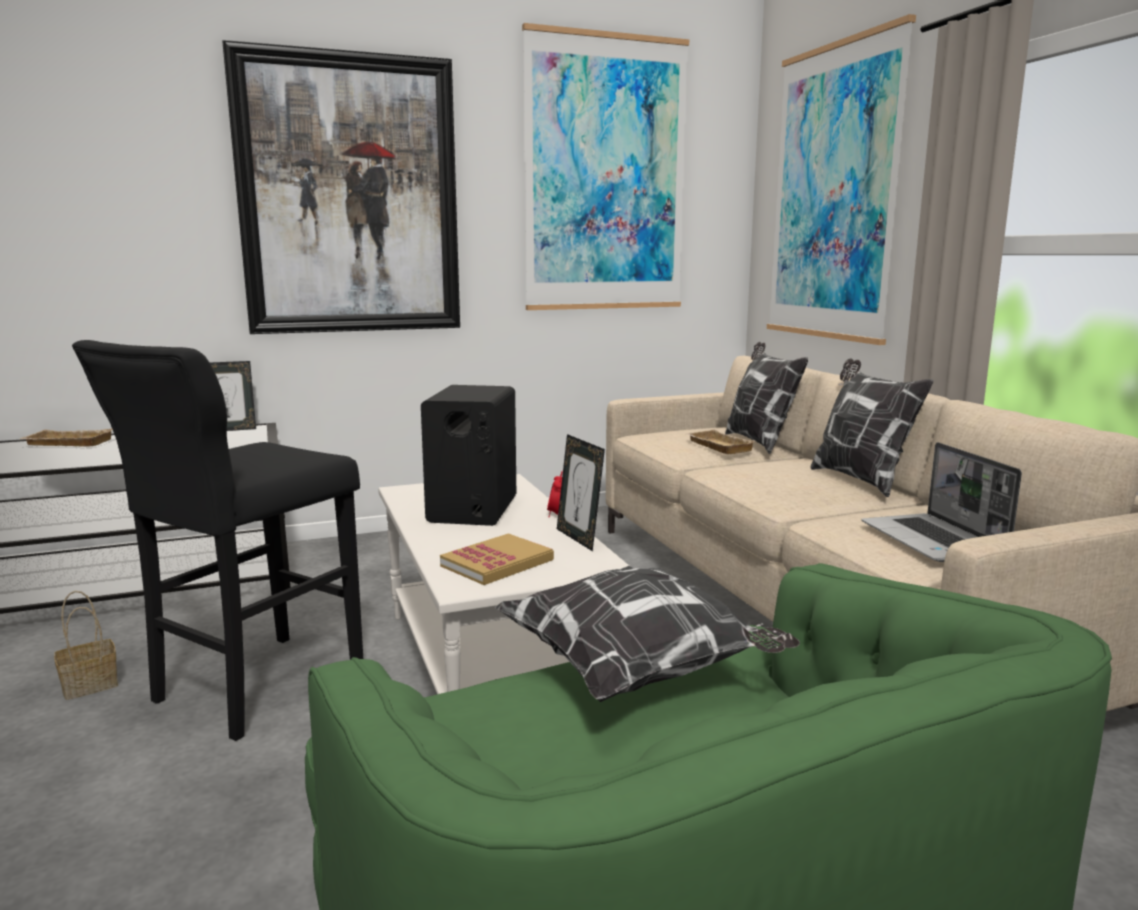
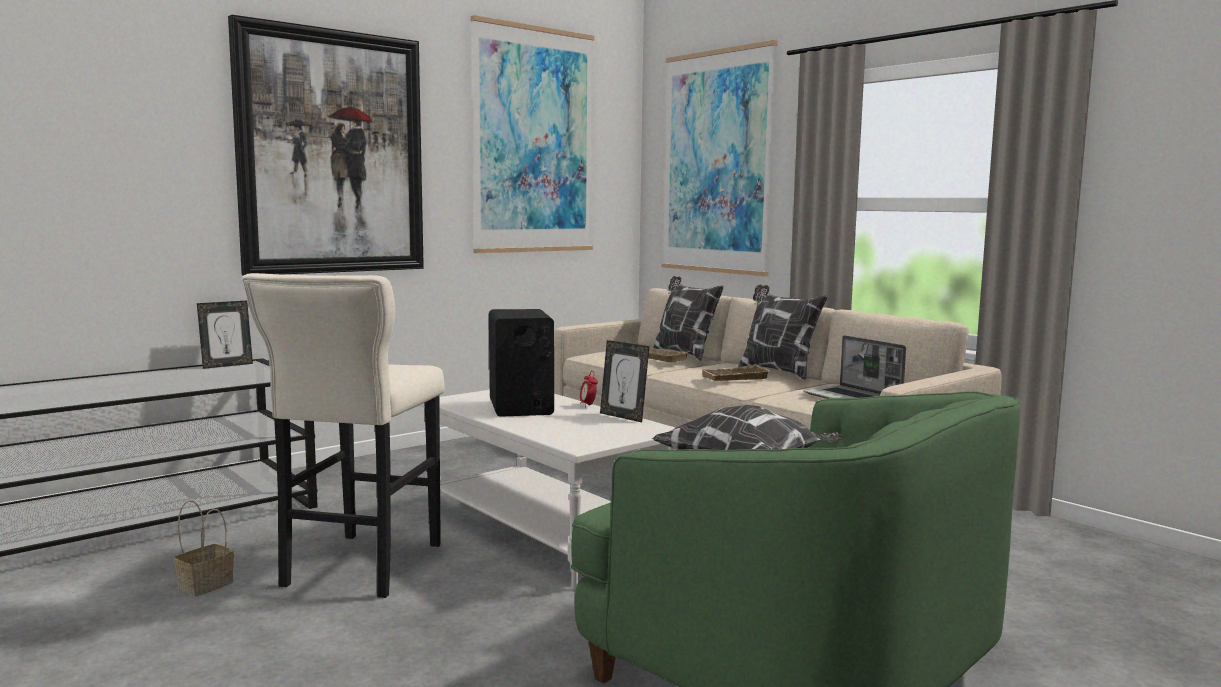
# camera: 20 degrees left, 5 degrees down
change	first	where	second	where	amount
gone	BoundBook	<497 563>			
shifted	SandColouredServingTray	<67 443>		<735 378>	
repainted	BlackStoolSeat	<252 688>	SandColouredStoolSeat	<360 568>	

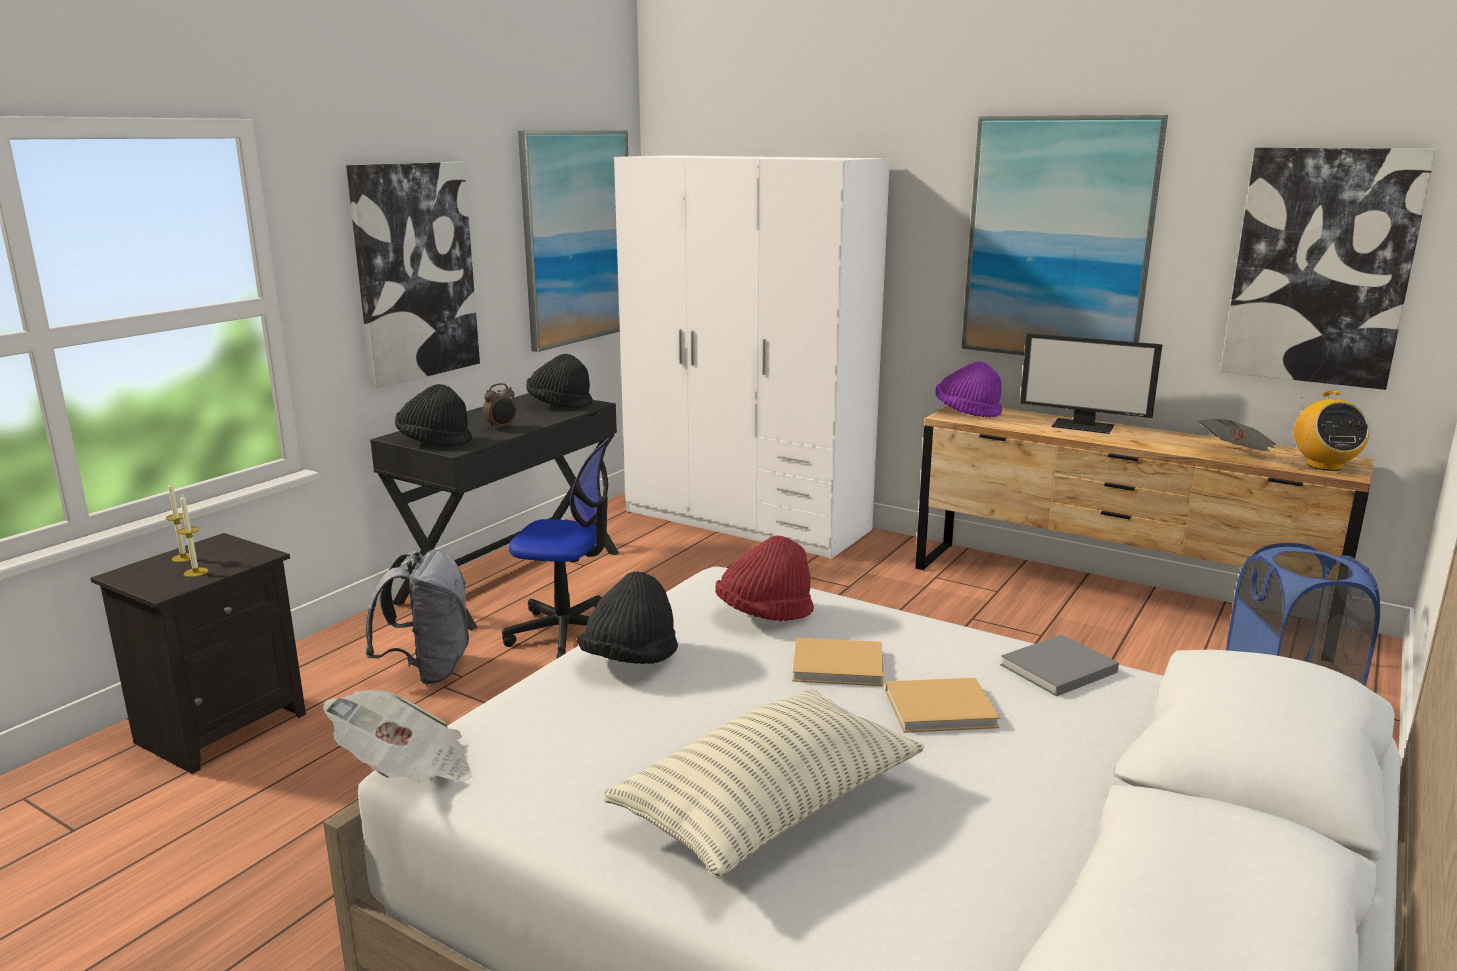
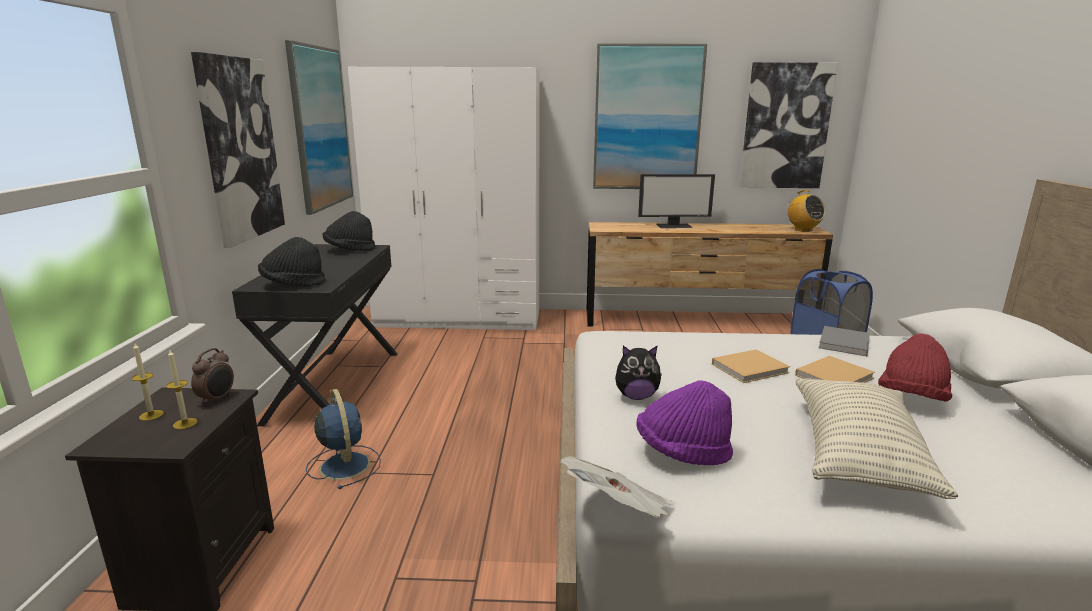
# camera: 30 degrees left, 0 degrees up
change	first	where	second	where	amount
gone	DeskChair	<567 633>			
gone	PrintedPaper	<1236 455>			
shifted	TableClock	<501 427>		<217 399>	
shifted	ReddishHat	<764 614>		<911 398>	
shifted	PurpleColouredHat	<966 412>		<682 452>	
swapped	GreyishKnapsack	<428 670>	BluishElectricFan	<344 464>	
swapped	BlackHat	<630 660>	CuddlyToy	<636 396>	

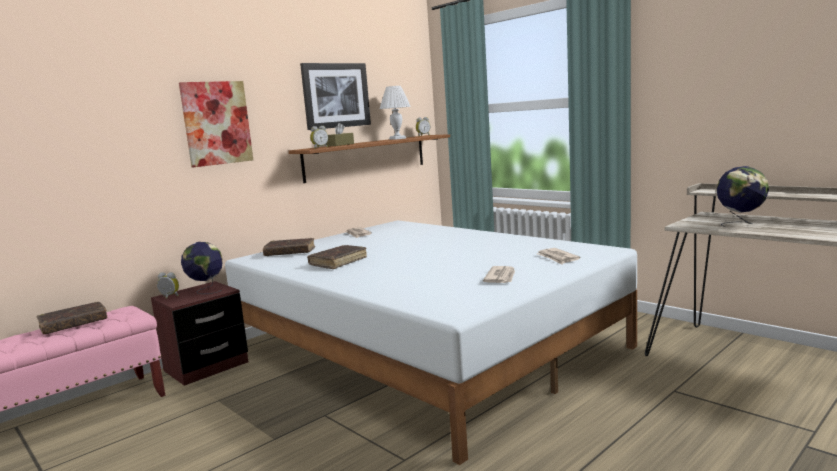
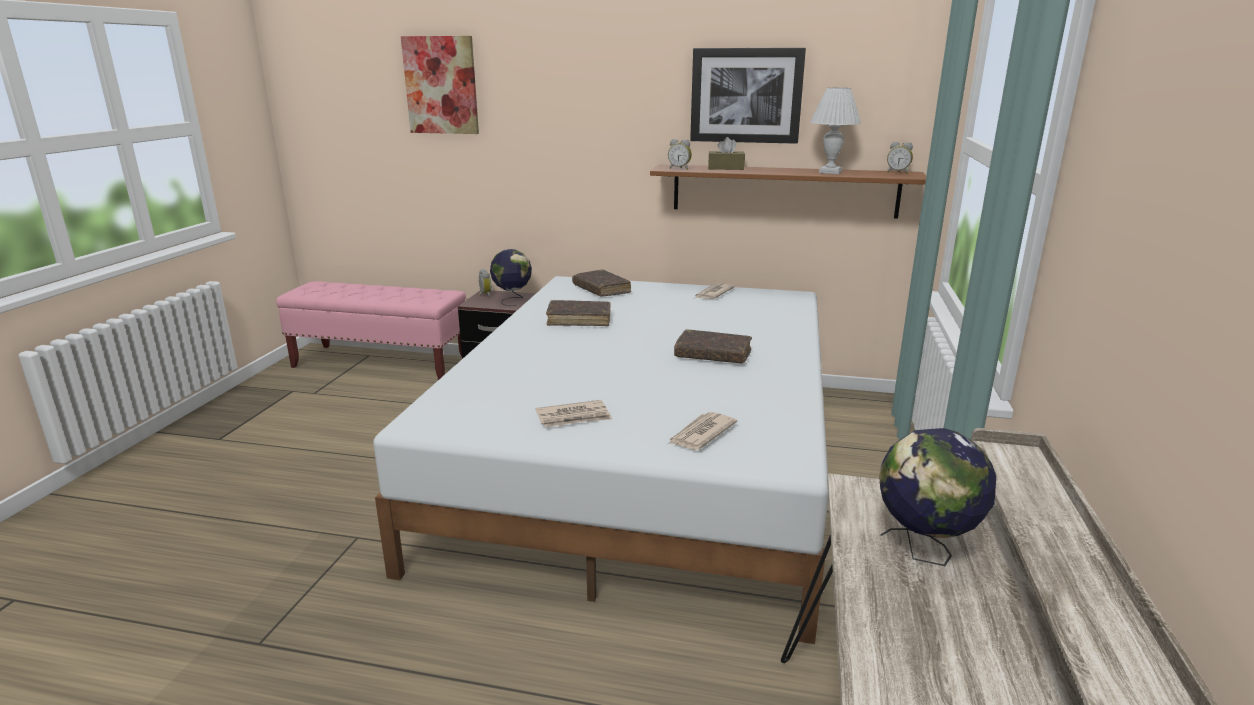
# camera: 55 degrees right, 10 degrees up
change	first	where	second	where	amount
shifted	BrownBoundBook	<74 324>		<713 355>	
shifted	WallArt	<216 123>		<441 85>	

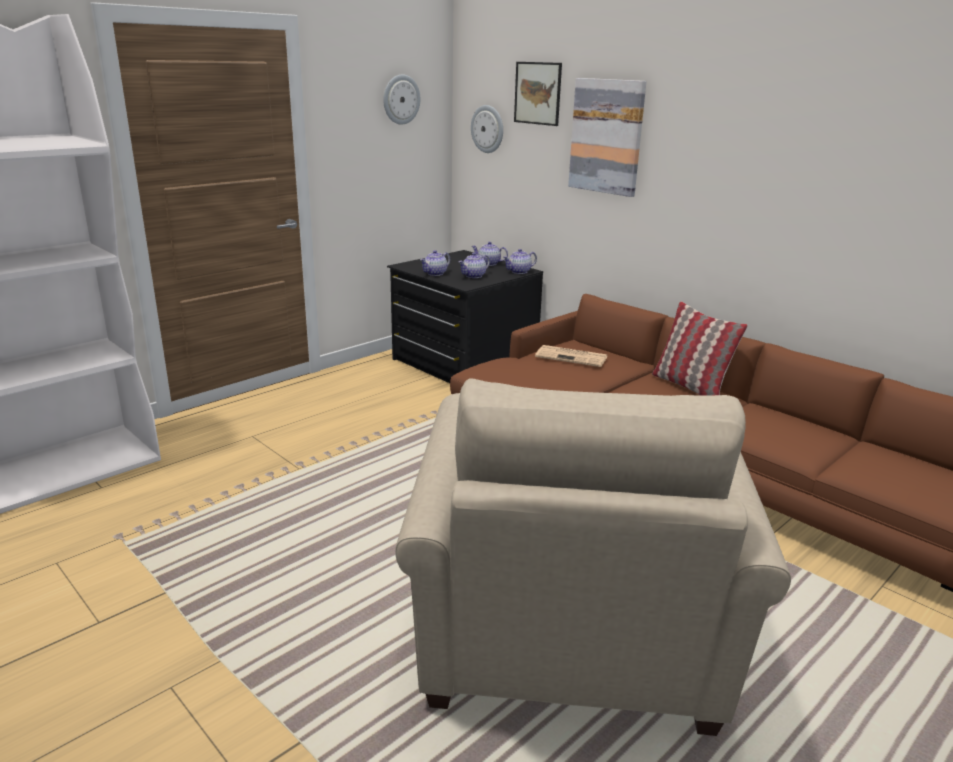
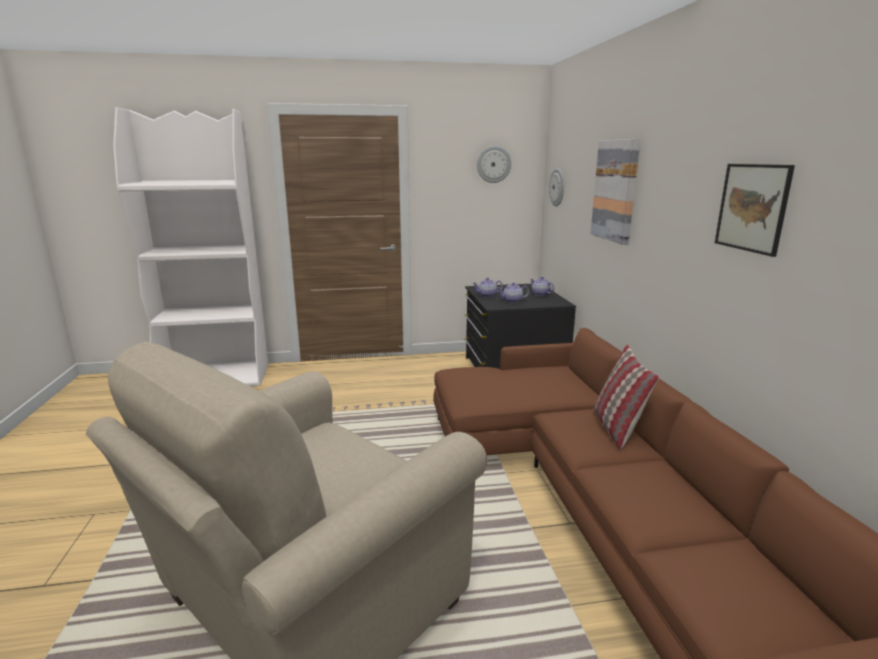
# camera: 35 degrees right, 5 degrees down
change	first	where	second	where	amount
gone	PotForTea	<519 272>			
gone	PrintedPaper	<572 357>			
shifted	WallArt	<538 93>		<752 207>	

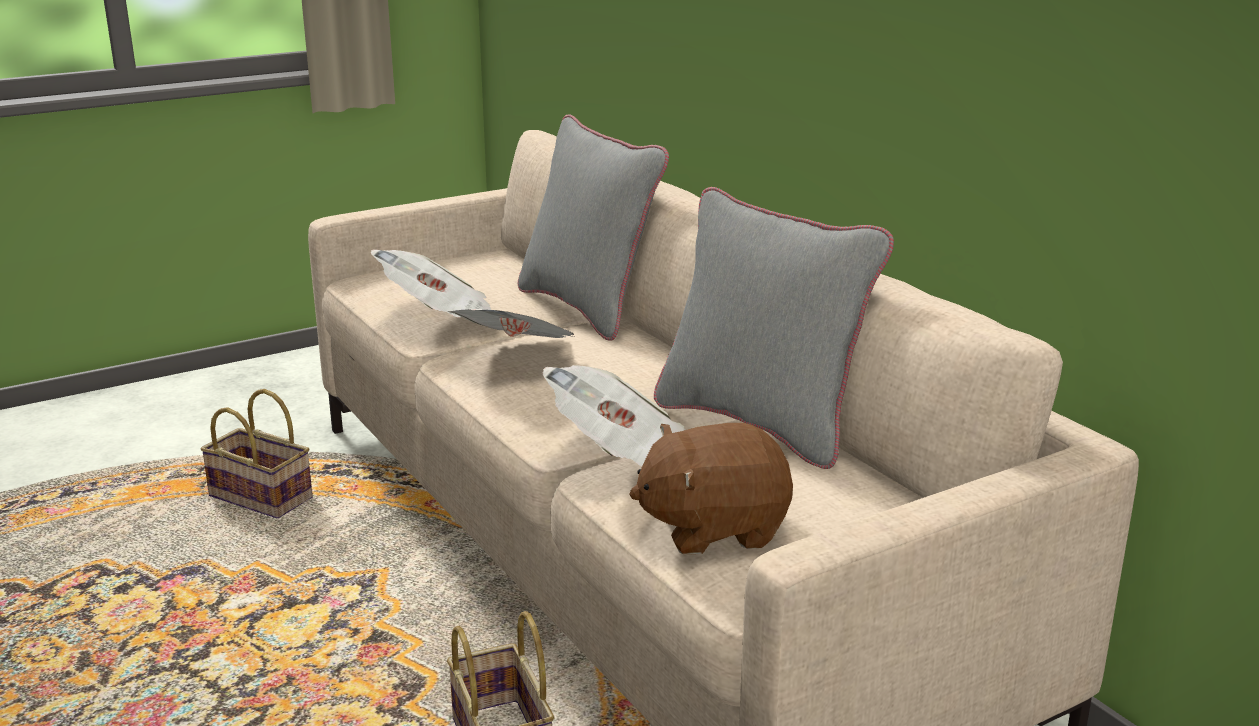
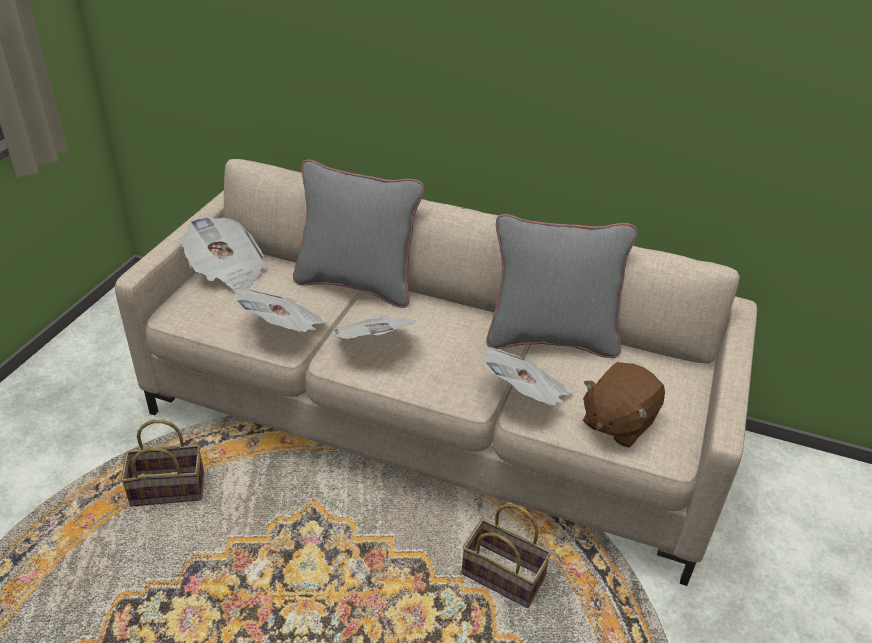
# camera: 40 degrees left, 15 degrees up
change	first	where	second	where	amount
new			PrintedPaper	<227 271>	

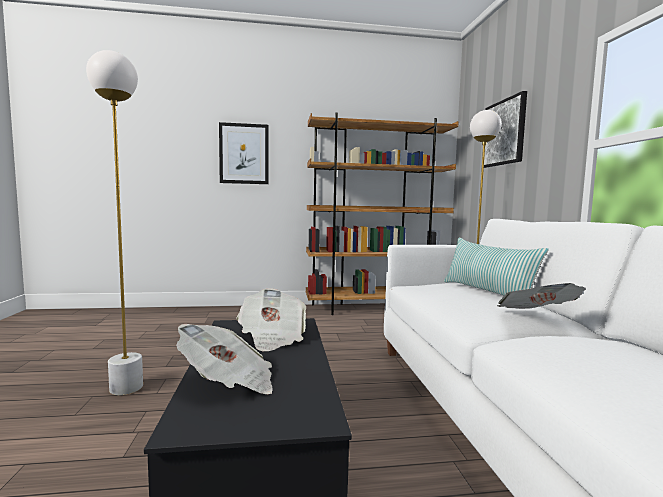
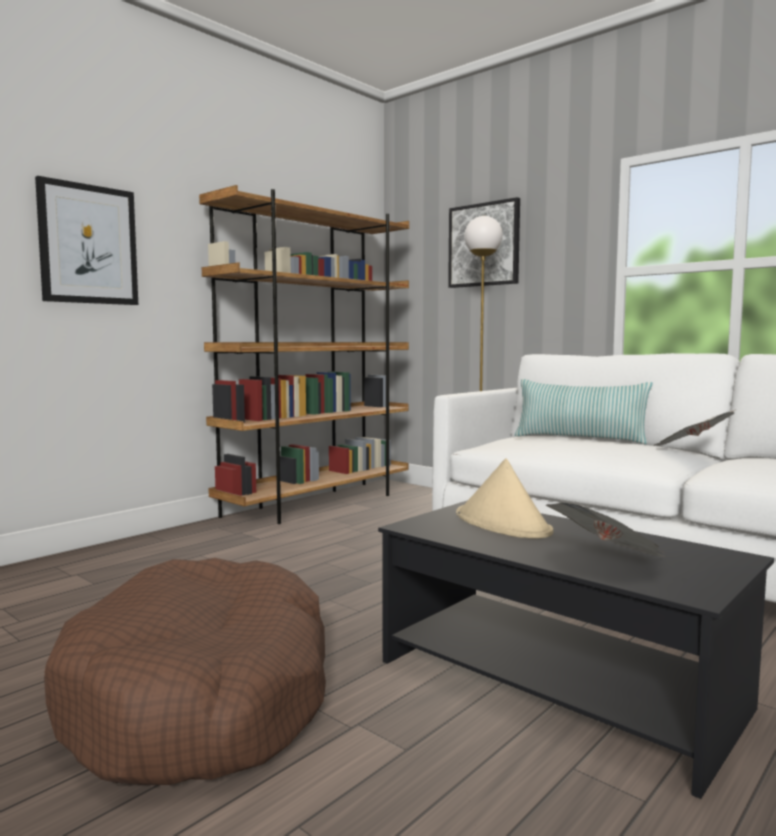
# camera: 40 degrees left, 0 degrees up
change	first	where	second	where	amount
swapped	WhitishFloorLamp	<126 388>	BrownDogCushion	<202 698>	
swapped	PrintedPaper	<272 337>	SandColouredHat	<503 524>	

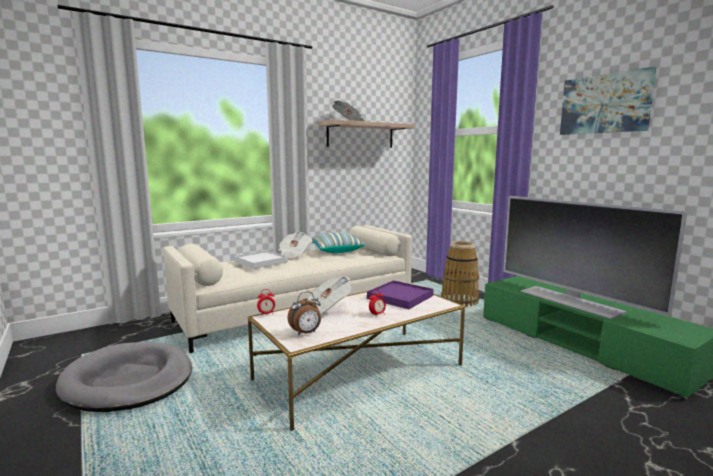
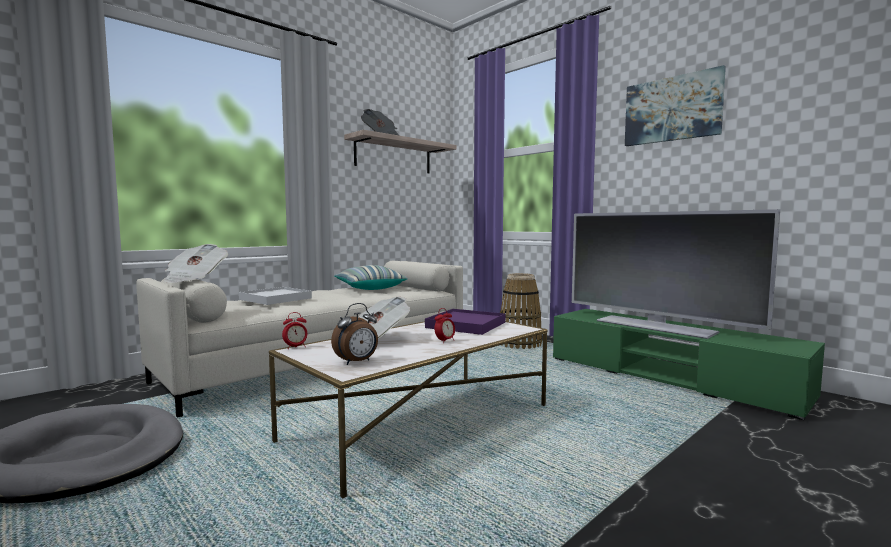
# camera: 10 degrees left, 5 degrees down
change	first	where	second	where	amount
shifted	PrintedPaper	<294 254>		<194 279>	

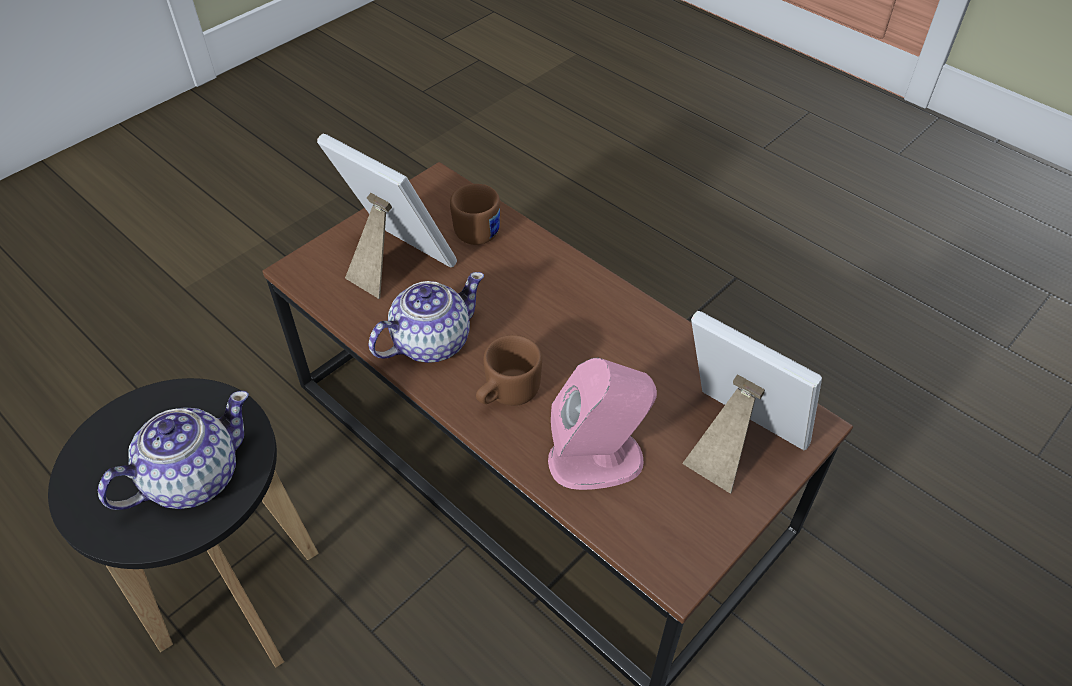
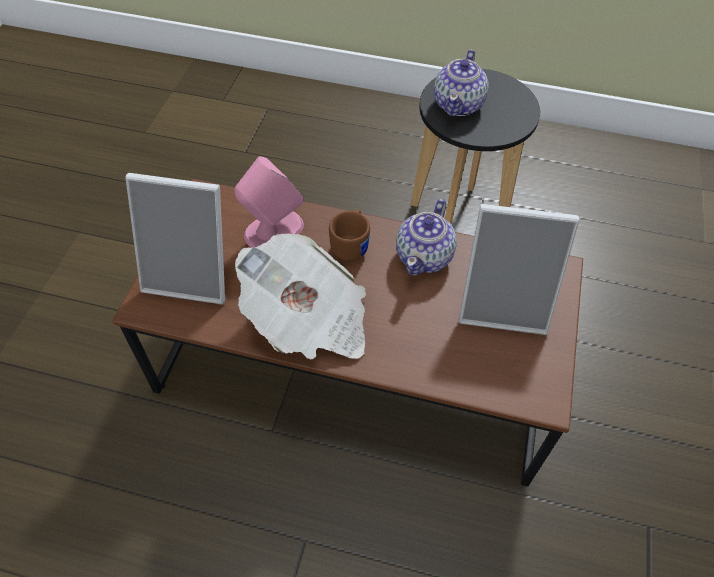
# camera: 150 degrees right, 5 degrees up
change	first	where	second	where	amount
gone	BrownMug	<479 228>			
new			PrintedPaper	<309 320>	

